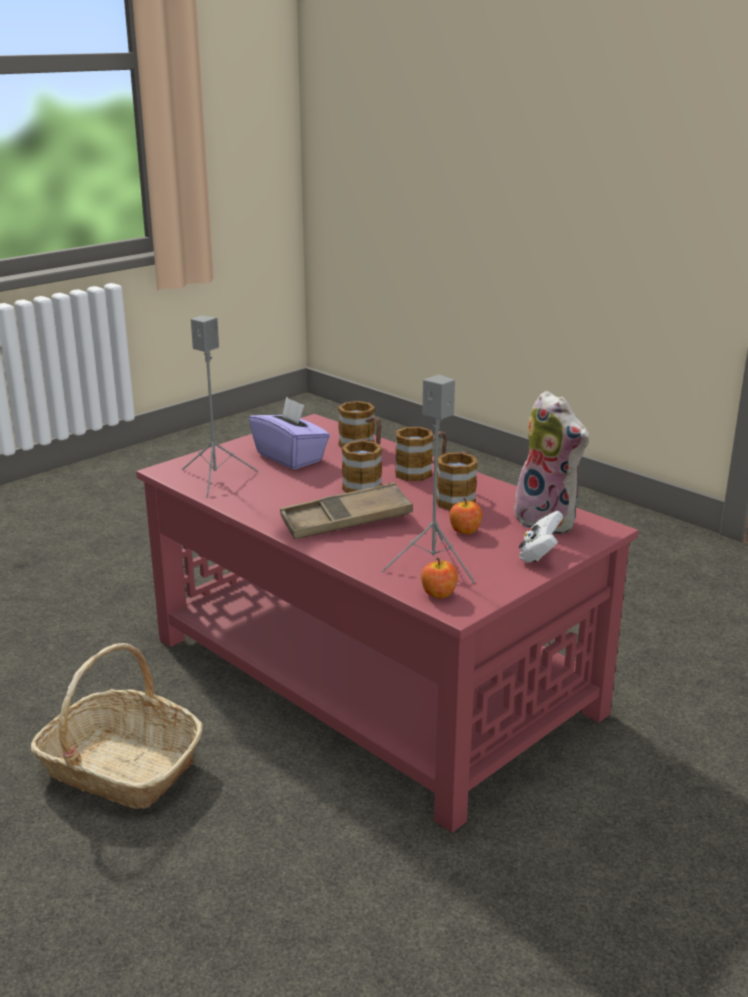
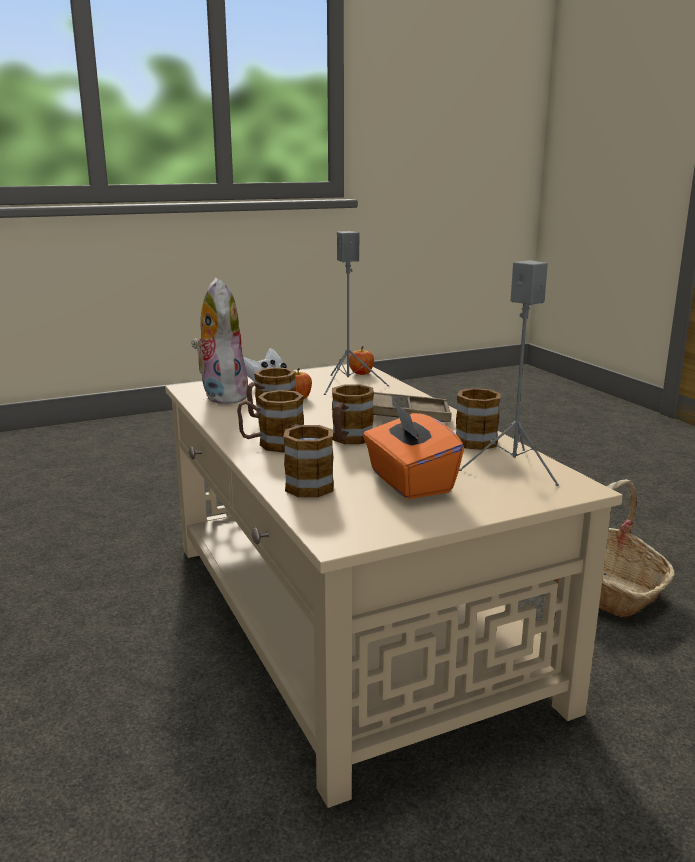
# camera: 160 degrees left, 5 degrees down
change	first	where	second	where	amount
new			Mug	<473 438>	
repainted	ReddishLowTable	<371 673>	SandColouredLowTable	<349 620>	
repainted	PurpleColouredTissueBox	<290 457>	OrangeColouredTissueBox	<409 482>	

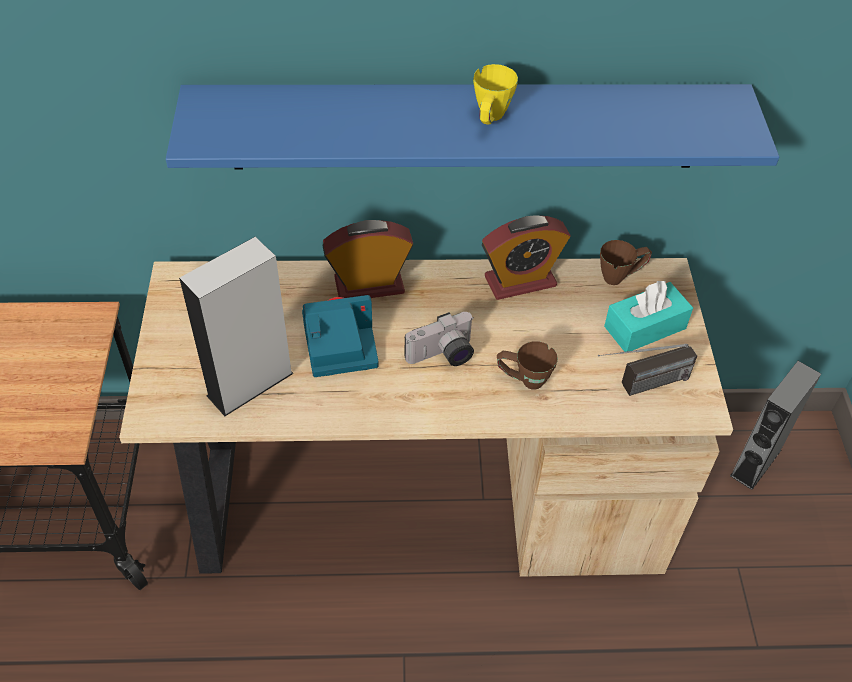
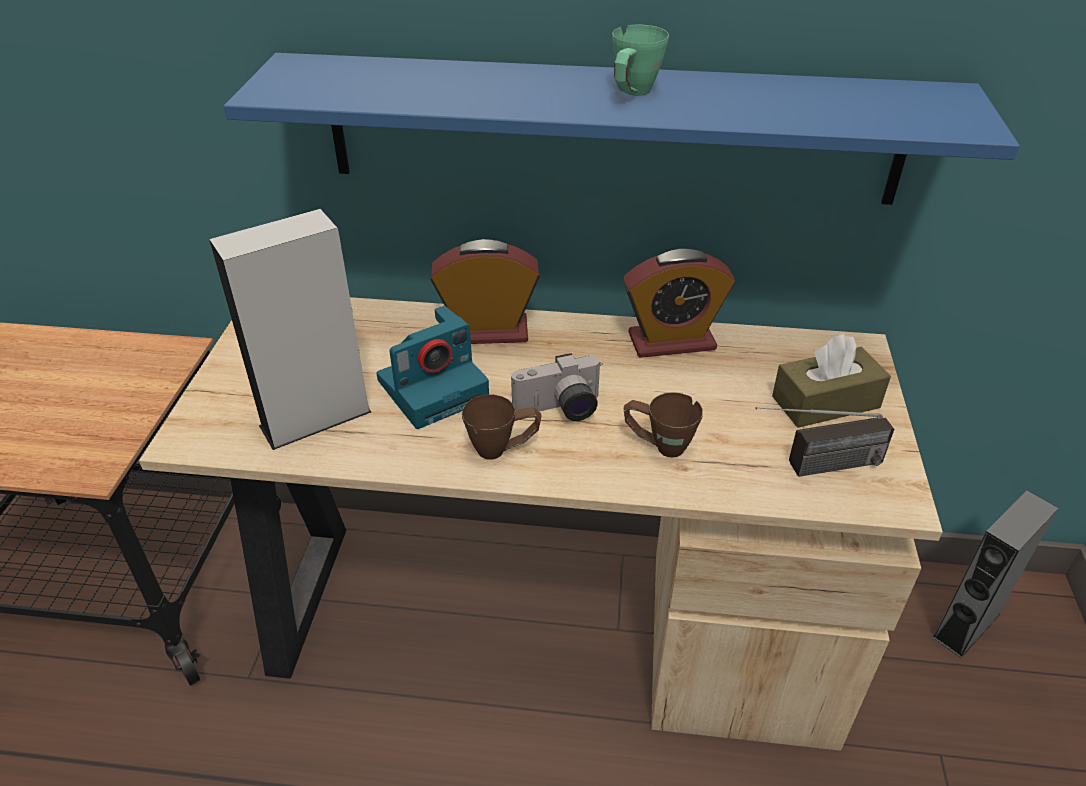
# camera: 10 degrees right, 10 degrees down
change	first	where	second	where	amount
shifted	BrownMug	<620 276>		<503 449>	
repainted	YellowColouredMug	<490 120>	GreenishMug	<632 95>	
repainted	TurquoiseColouredTissueBox	<645 327>	BrownTissueBox	<825 402>	
rotated	StillCamera	<338 345>		<434 388>	150 degrees clockwise

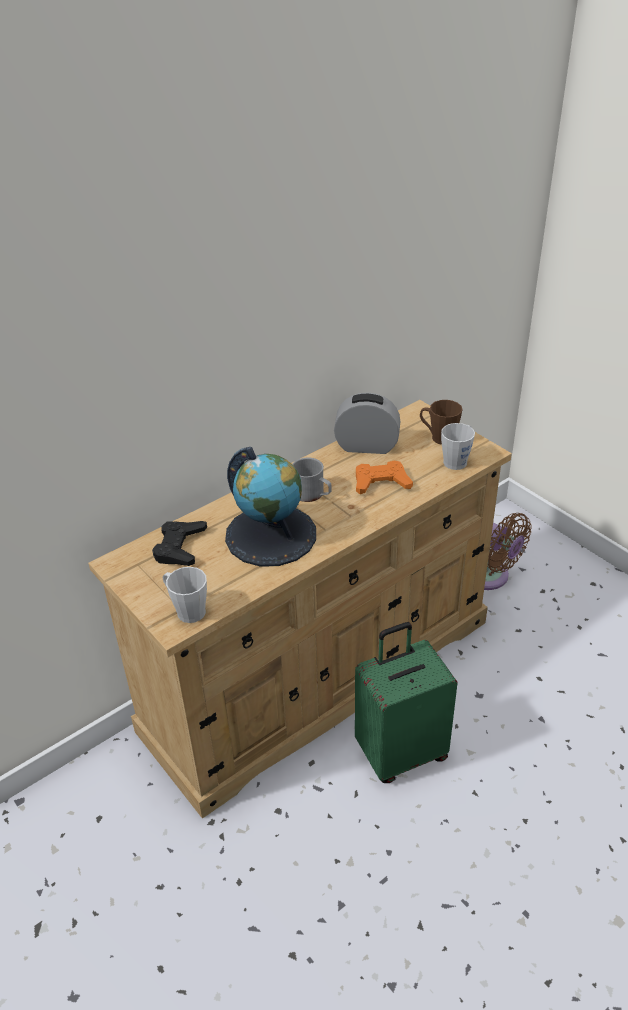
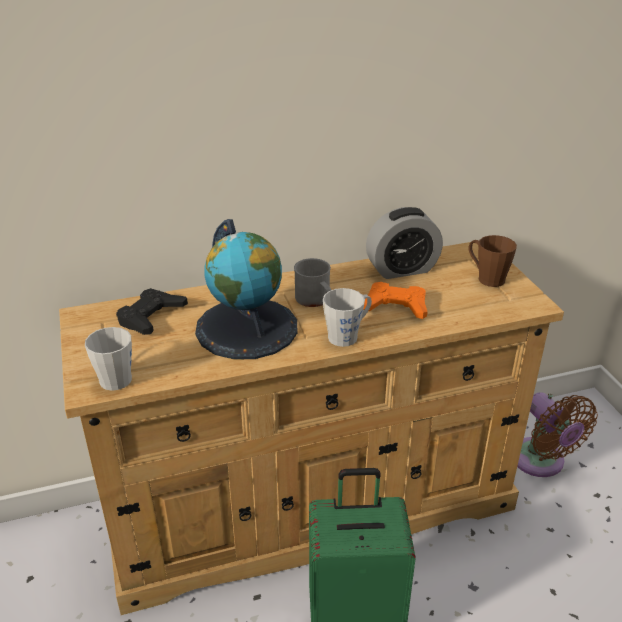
# camera: 20 degrees right, 5 degrees down
change	first	where	second	where	amount
shifted	GreyishMug	<457 460>		<347 335>	
rotated	TableClock	<367 446>		<402 269>	135 degrees clockwise

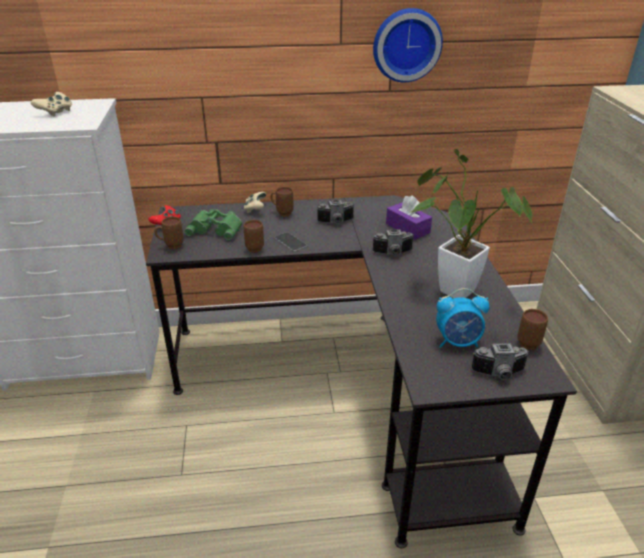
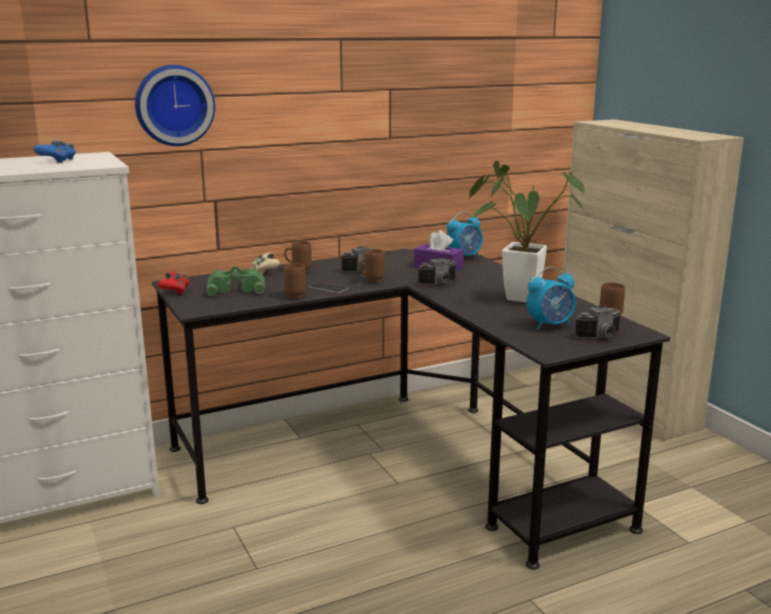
# camera: 20 degrees left, 15 degrees down
change	first	where	second	where	amount
new			TableClock	<464 257>	
shifted	BrownMug	<170 246>		<371 281>	
shifted	ClockOnTheWall	<406 44>		<174 105>	
repainted	SandColouredJoypad	<55 112>	BluishJoypad	<57 161>	

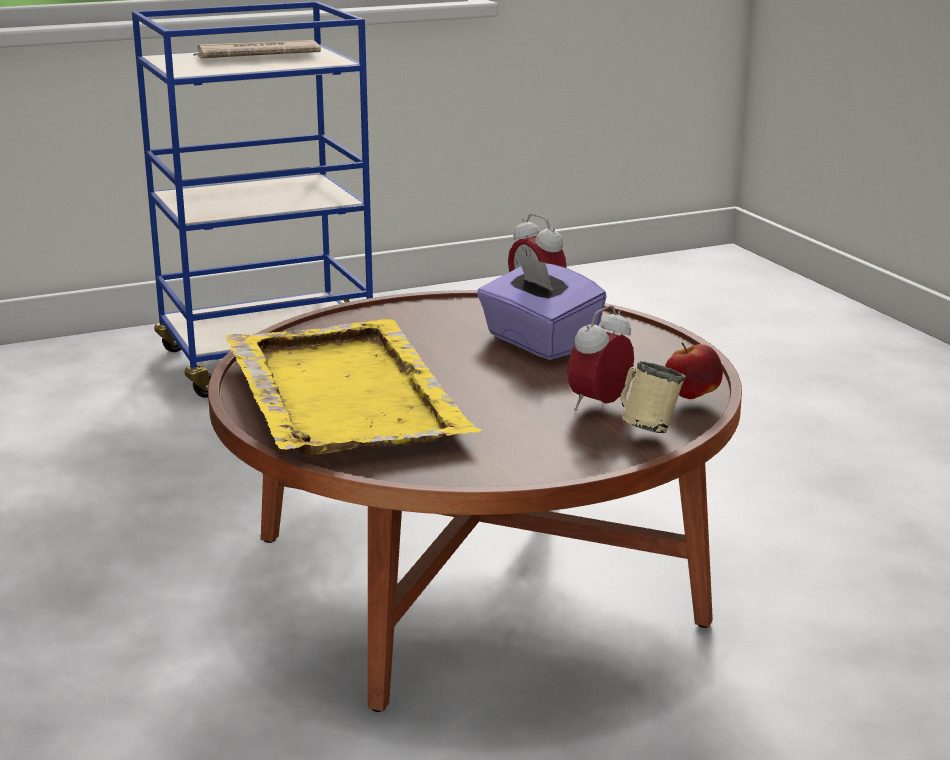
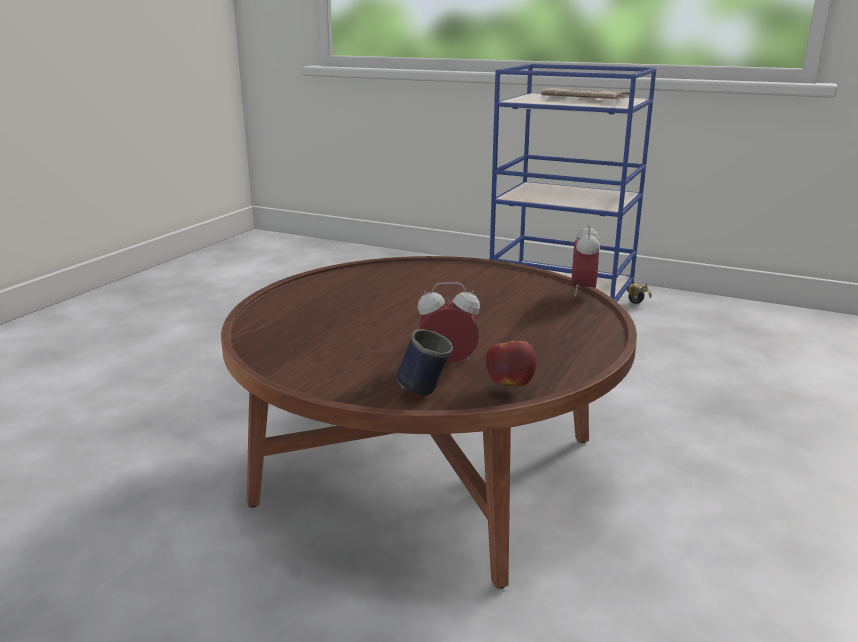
# camera: 50 degrees right, 0 degrees up
change	first	where	second	where	amount
gone	YellowColouredServingTray	<343 393>			
gone	PurpleColouredTissueBox	<538 342>			
repainted	SandColouredMug	<645 427>	BluishMug	<426 387>	

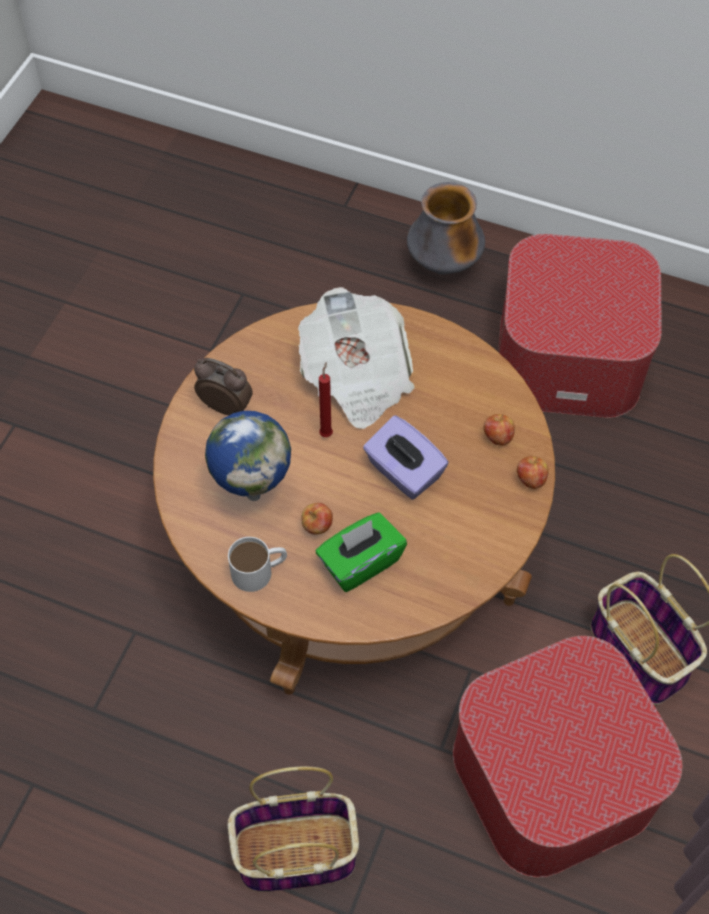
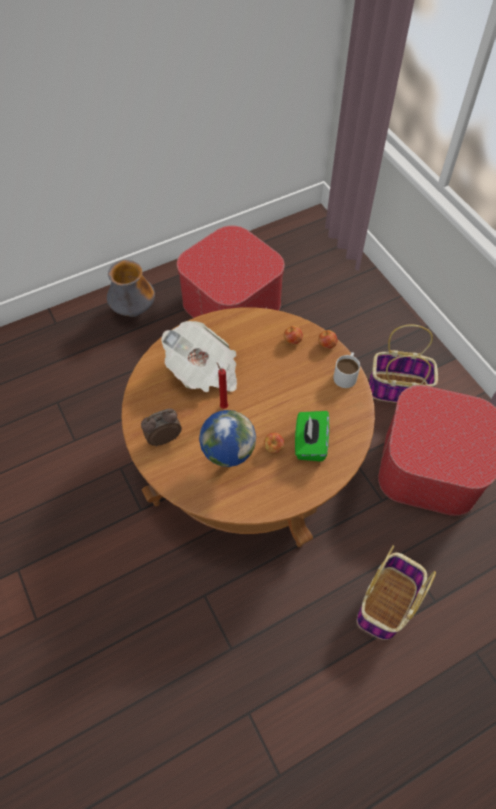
# camera: 50 degrees left, 0 degrees up
change	first	where	second	where	amount
gone	PurpleColouredTissueBox	<403 472>			
shifted	WhitishMug	<259 571>		<346 374>	

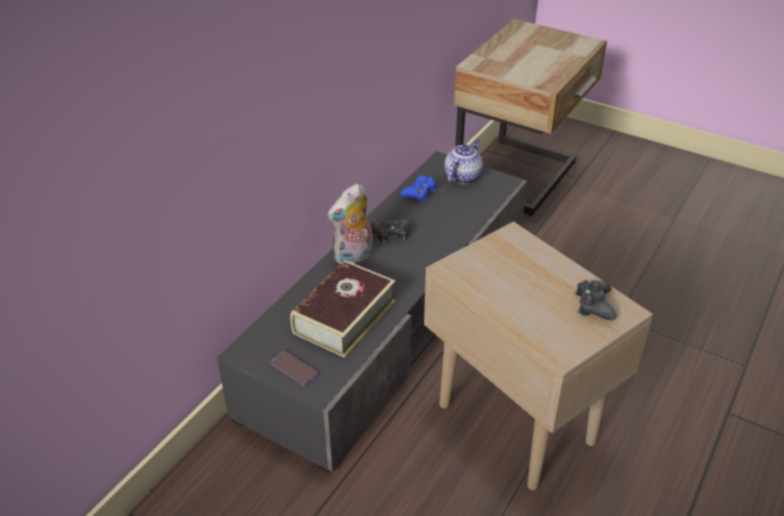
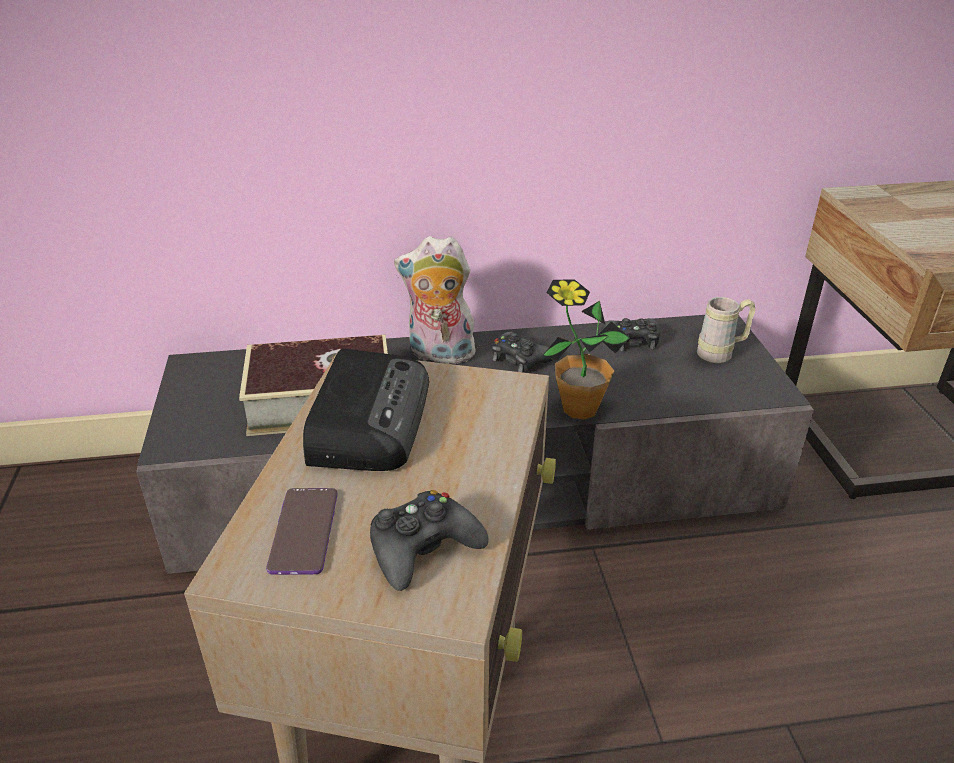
# camera: 50 degrees right, 5 degrees down
change	first	where	second	where	amount
new			Radio	<369 418>	
new			Houseplant	<579 409>	
shifted	Telephone	<294 368>		<304 531>	
swapped	PotForTea	<462 176>	SandColouredMug	<721 354>	
repainted	BluishJoypad	<419 193>	BlackJoypad	<631 340>	

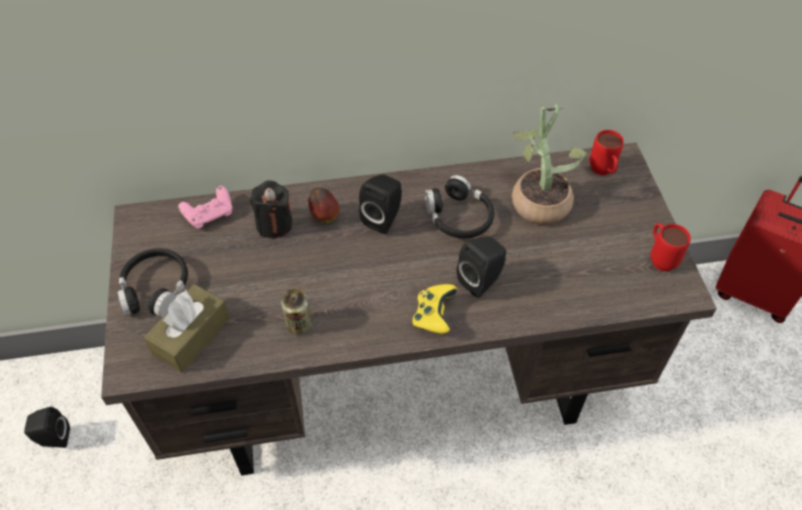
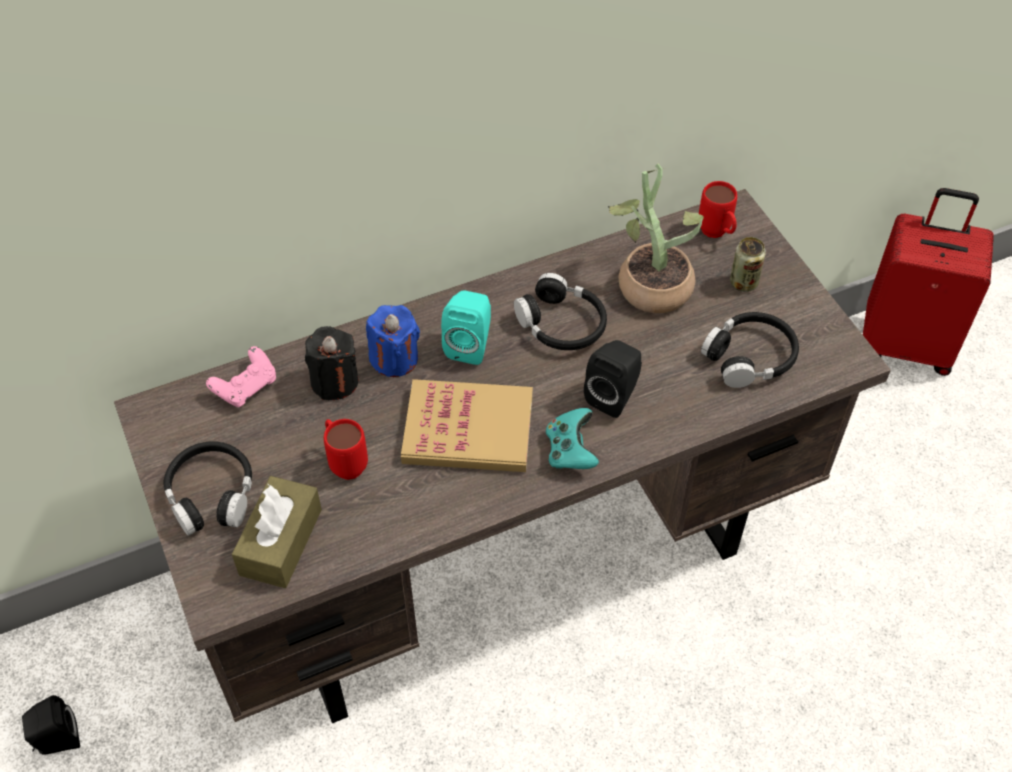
# camera: 15 degrees left, 0 degrees up
change	first	where	second	where	amount
new			BoundBook	<468 430>	
new			BlackHeadset	<749 357>	
shifted	Can	<299 325>		<743 283>	
shifted	ReddishMug	<659 258>		<345 462>	
swapped	Apple	<324 217>	BluishWaxCandle	<394 359>	
repainted	BlackSpeaker	<383 218>	TurquoiseColouredSpeaker	<470 345>	
repainted	YellowColouredJoypad	<433 316>	TurquoiseColouredJoypad	<570 451>	

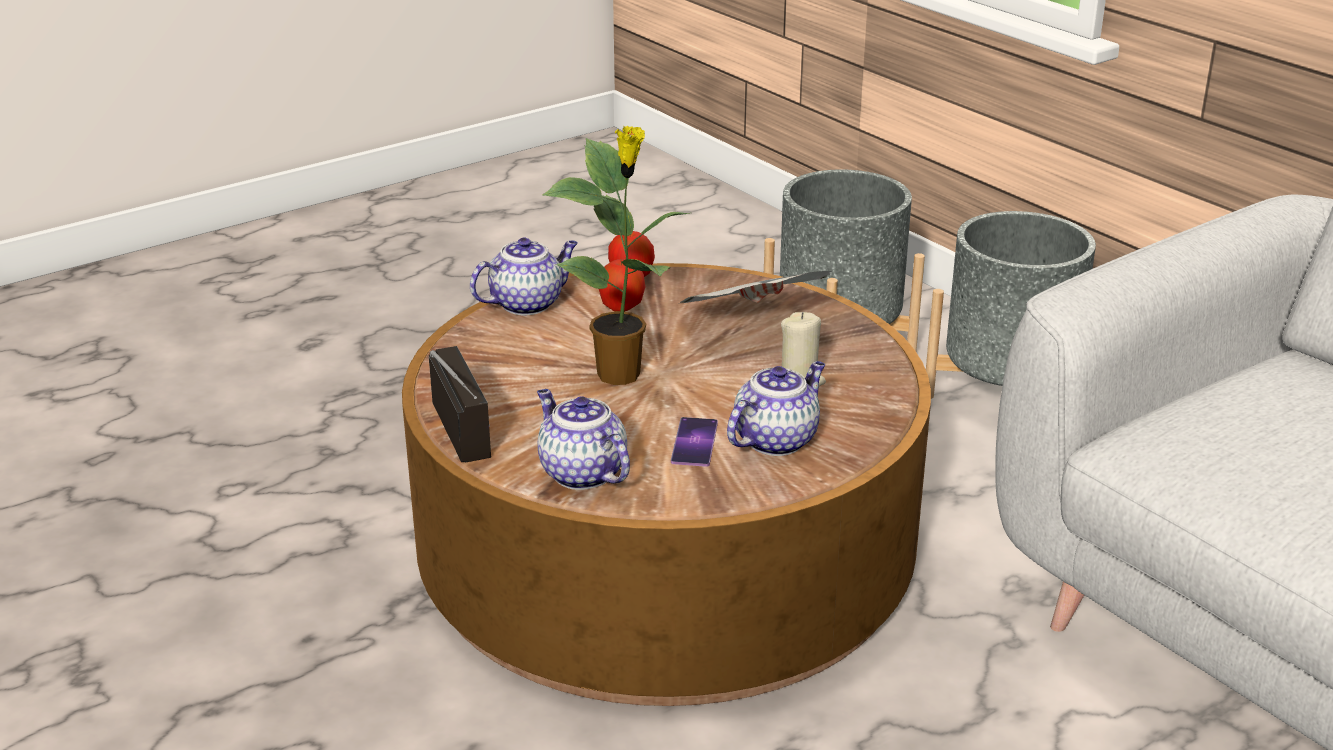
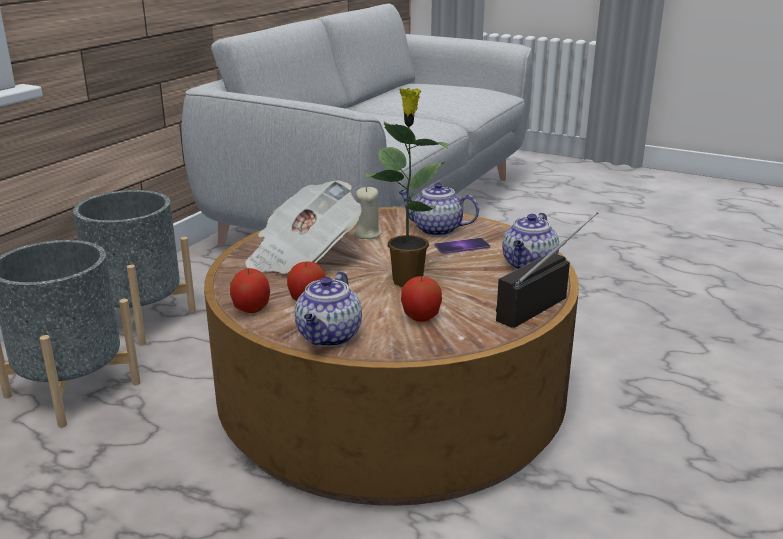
# camera: 115 degrees left, 5 degrees down
change	first	where	second	where	amount
new			Apple	<421 317>	
rotated	PotForTea	<527 303>		<329 337>	105 degrees counterclockwise

